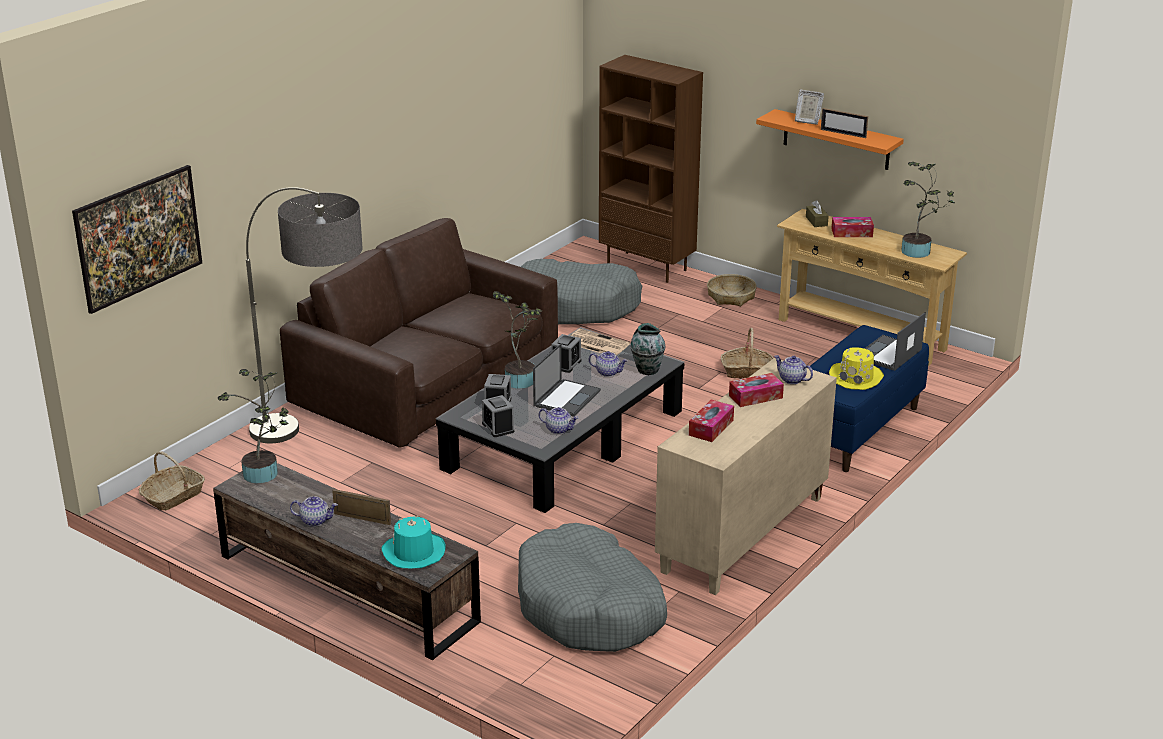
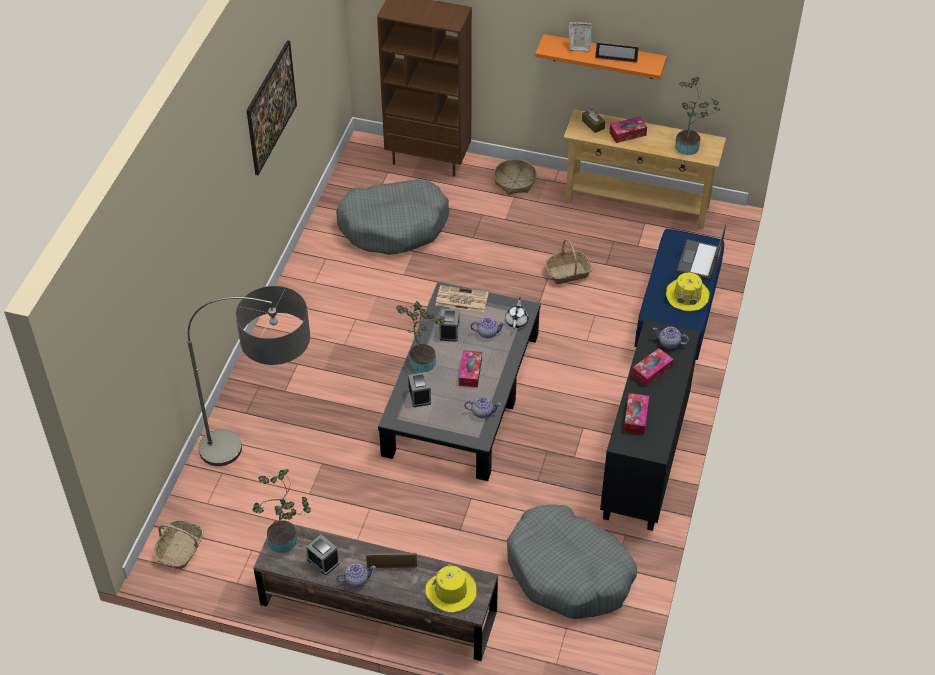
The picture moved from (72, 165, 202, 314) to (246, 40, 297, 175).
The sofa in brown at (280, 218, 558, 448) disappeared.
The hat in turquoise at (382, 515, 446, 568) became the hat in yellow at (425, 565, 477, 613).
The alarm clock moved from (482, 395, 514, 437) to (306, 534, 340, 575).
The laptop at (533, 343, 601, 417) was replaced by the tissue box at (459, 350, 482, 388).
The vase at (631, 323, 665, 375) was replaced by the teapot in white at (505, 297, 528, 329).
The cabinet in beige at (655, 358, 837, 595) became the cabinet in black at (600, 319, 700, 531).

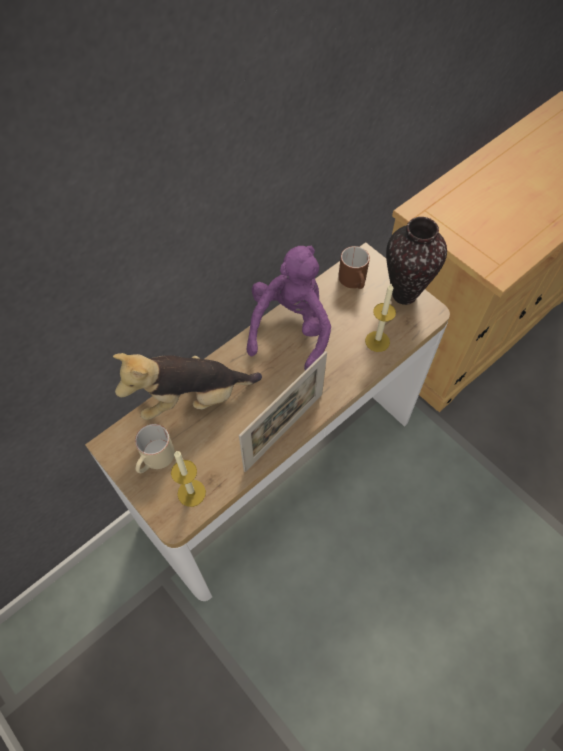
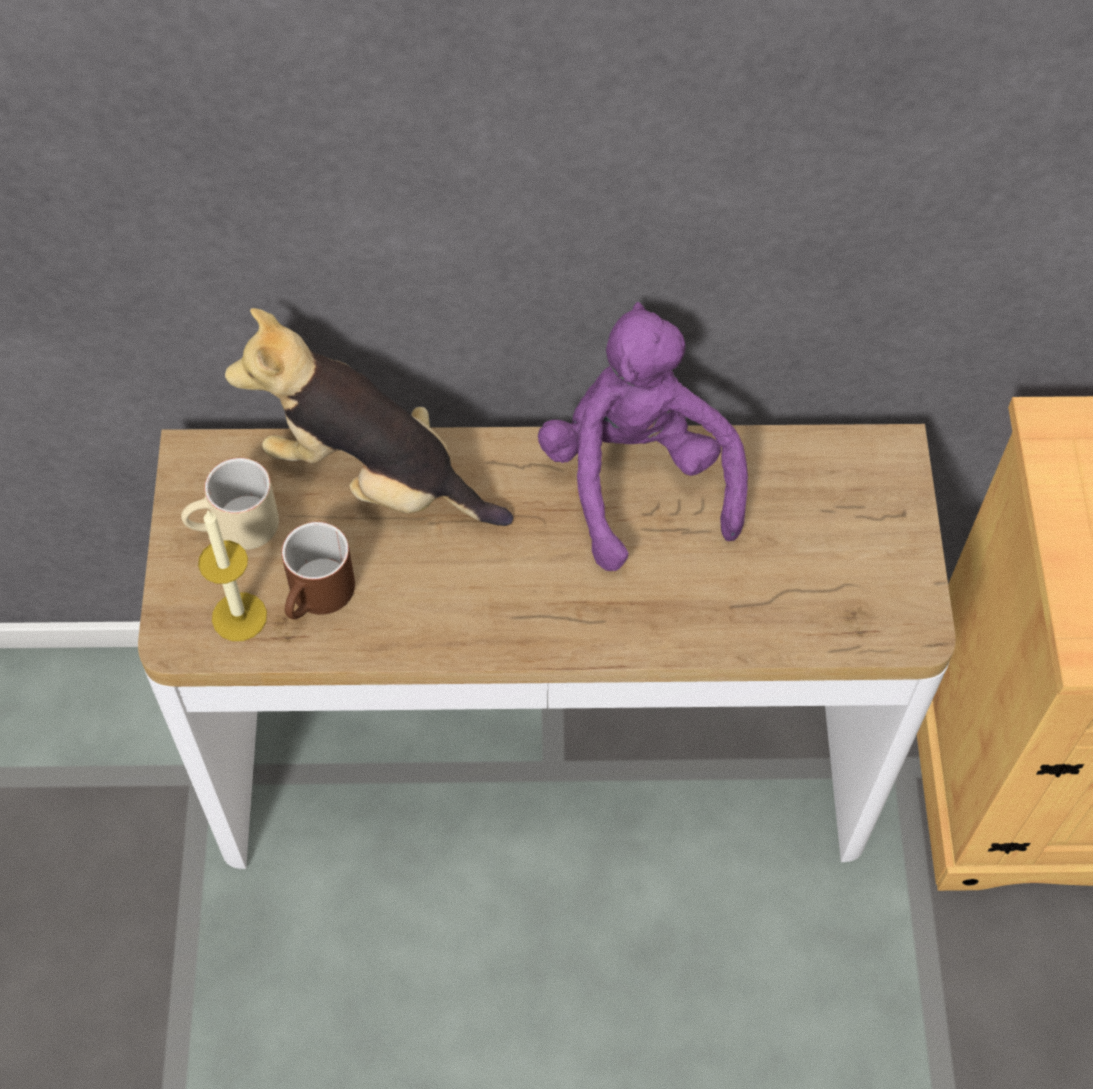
The picture frame at (239, 351, 327, 472) disappeared.
The plush toy in purple at (247, 246, 331, 370) turned 75 degrees counterclockwise.
The mug in brown moved from (338, 246, 370, 289) to (282, 522, 355, 619).
The candle at (365, 283, 396, 352) disappeared.
The vase at (386, 217, 447, 305) disappeared.

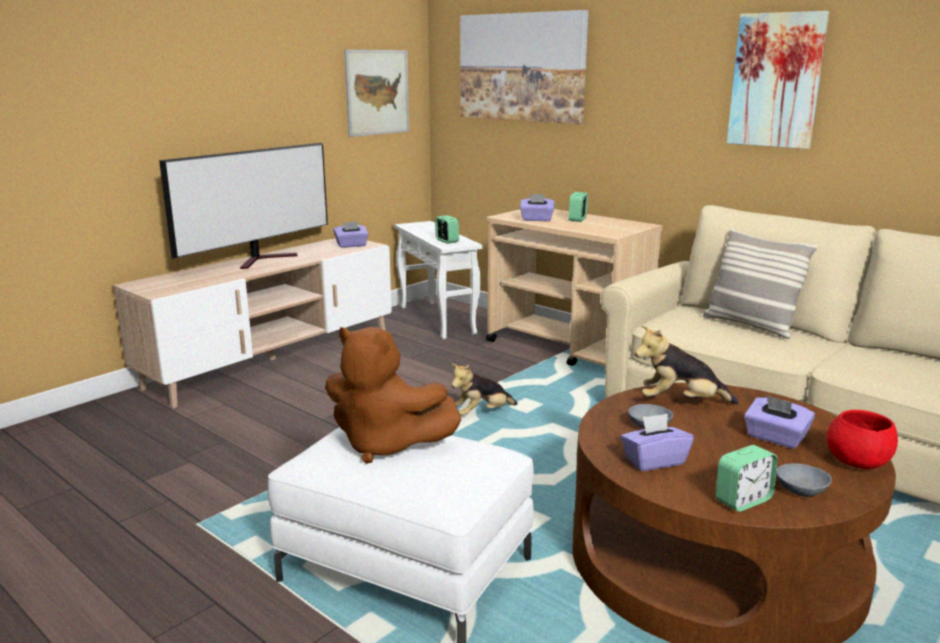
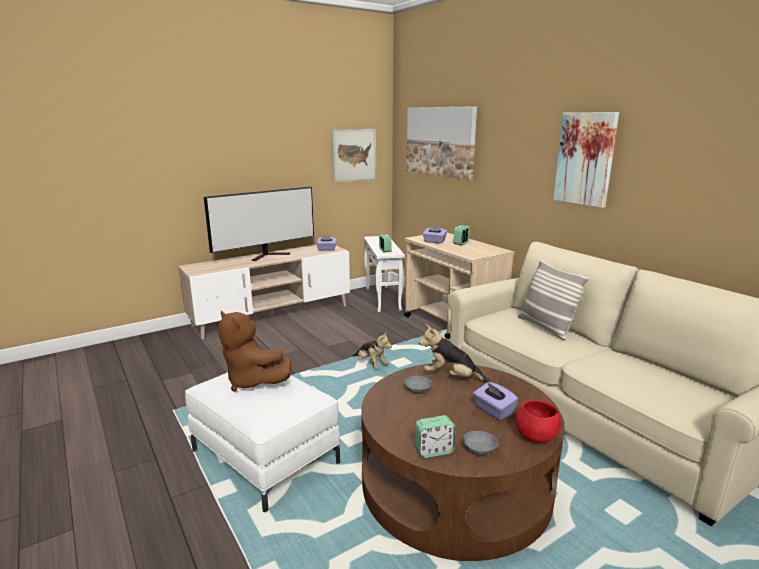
The plush toy at (451, 363, 518, 416) turned 120 degrees counterclockwise.
The tissue box in purple at (621, 414, 694, 471) disappeared.

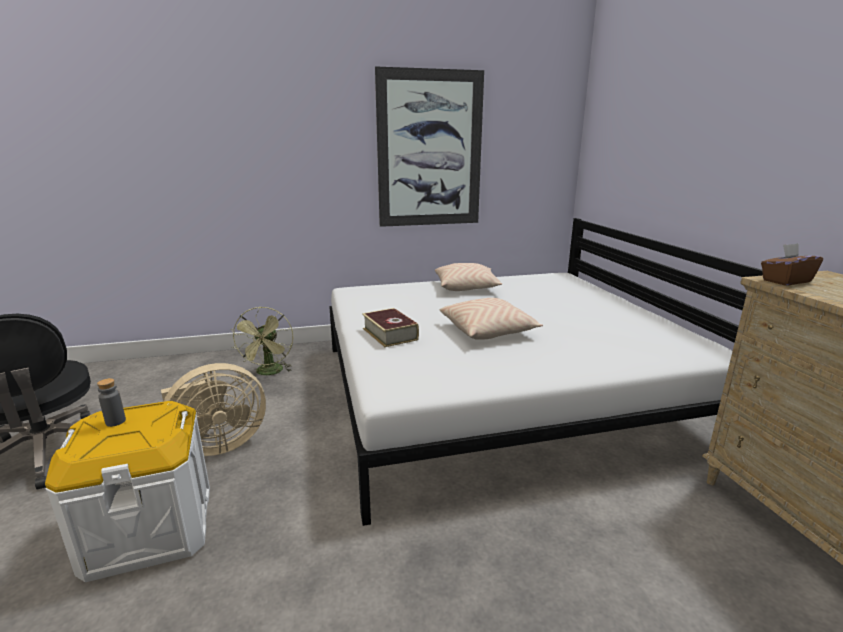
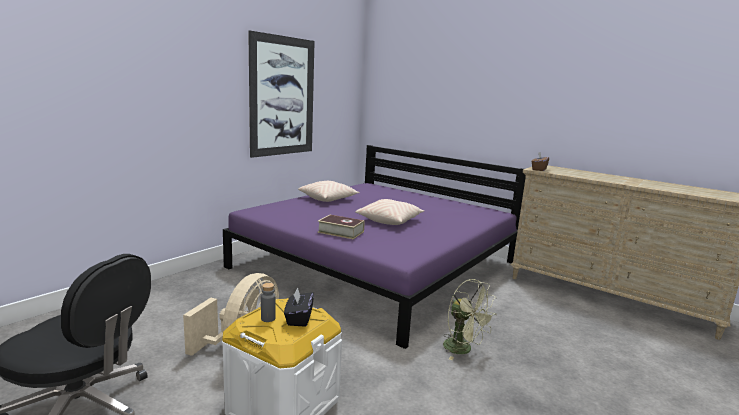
The fan in green moved from (231, 306, 293, 375) to (443, 279, 496, 360).
The bed in white at (329, 218, 763, 526) became the bed in purple at (223, 145, 526, 349).
The tissue box in black at (284, 288, 314, 327) appeared.

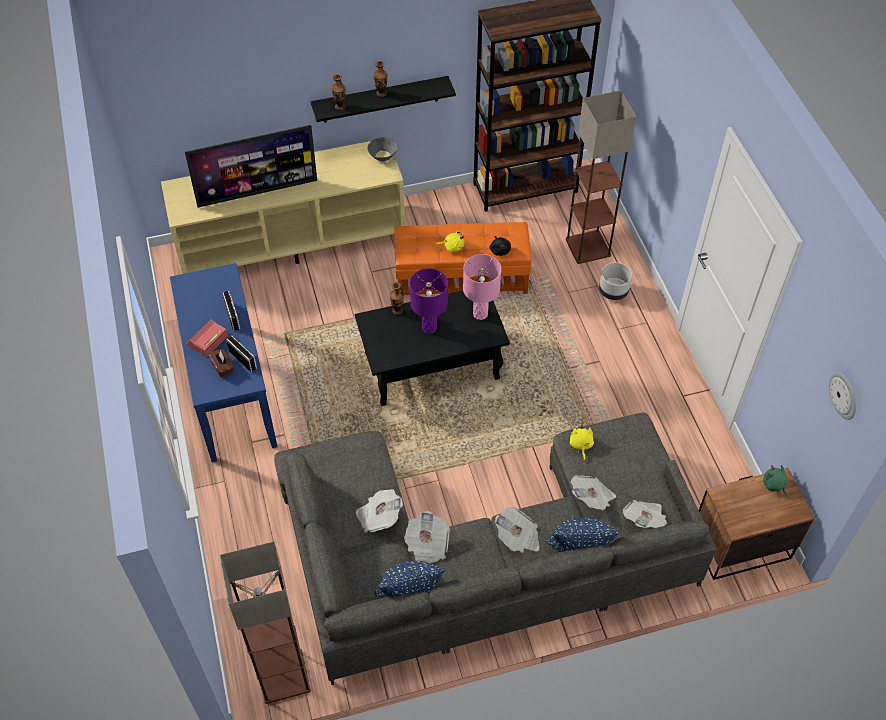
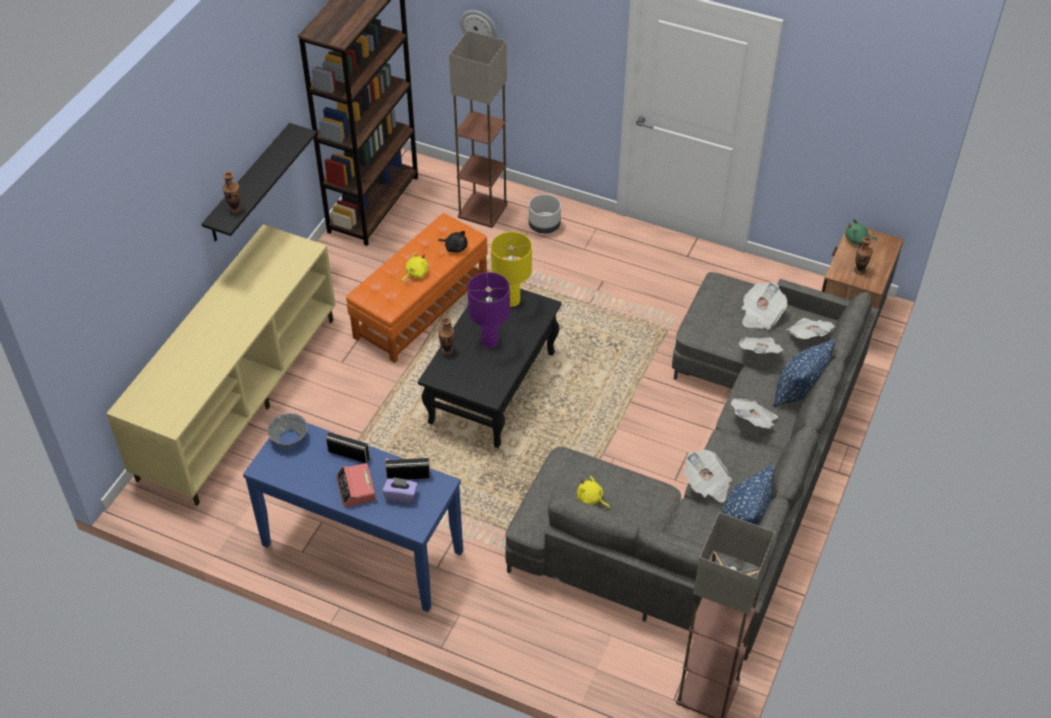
The television at (185, 125, 317, 208) disappeared.
The tissue box in brown at (208, 349, 234, 377) became the tissue box in purple at (382, 477, 418, 503).
The newspaper moved from (356, 489, 403, 533) to (742, 282, 787, 330).
The bowl in grey moved from (368, 137, 398, 161) to (267, 413, 308, 447).
The vase moved from (374, 61, 387, 97) to (854, 237, 873, 275).
The table lamp in pink at (463, 254, 501, 320) became the table lamp in yellow at (491, 232, 532, 307).
The plush toy in yellow moved from (570, 425, 594, 461) to (577, 476, 610, 509).
The wall clock moved from (829, 372, 856, 420) to (460, 10, 497, 38).

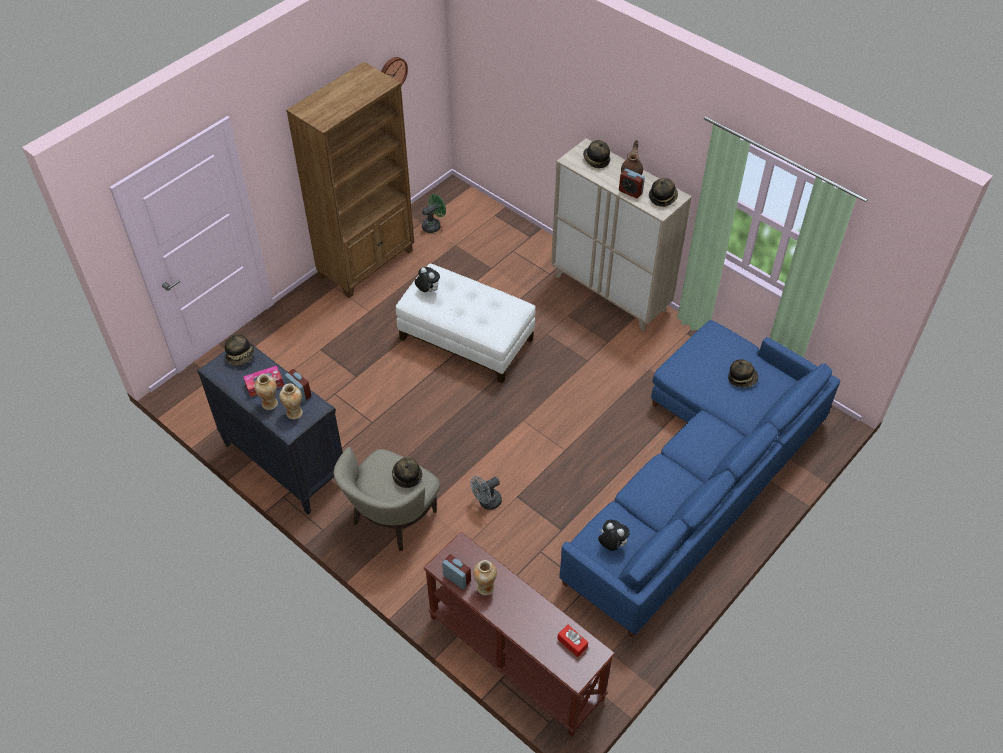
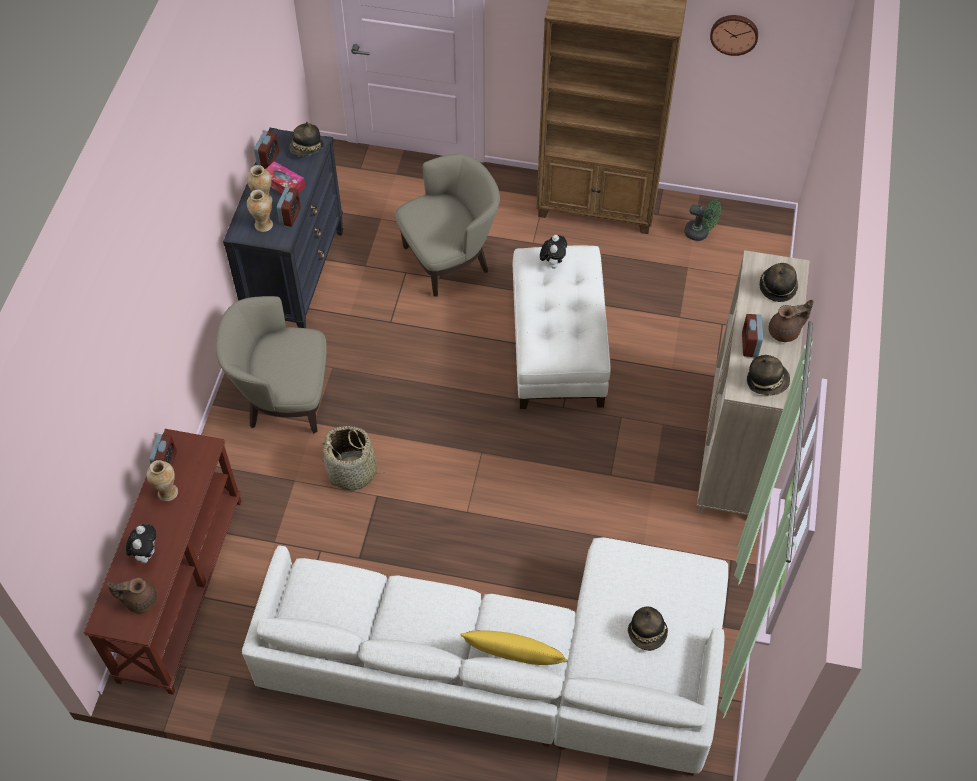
The hat at (392, 457, 422, 488) disappeared.
The fan in grey at (471, 476, 502, 510) was replaced by the basket at (321, 426, 386, 491).
The tissue box in red at (557, 624, 588, 657) was replaced by the teapot in brown at (107, 578, 158, 613).
The sofa in blue at (559, 320, 840, 638) became the sofa in white at (242, 537, 728, 776).
The plush toy moved from (598, 520, 630, 551) to (126, 524, 156, 563).
The alarm clock at (254, 131, 279, 169) appeared.
The armchair in beige at (395, 154, 500, 297) appeared.
The pillow in yellow at (460, 630, 568, 665) appeared.

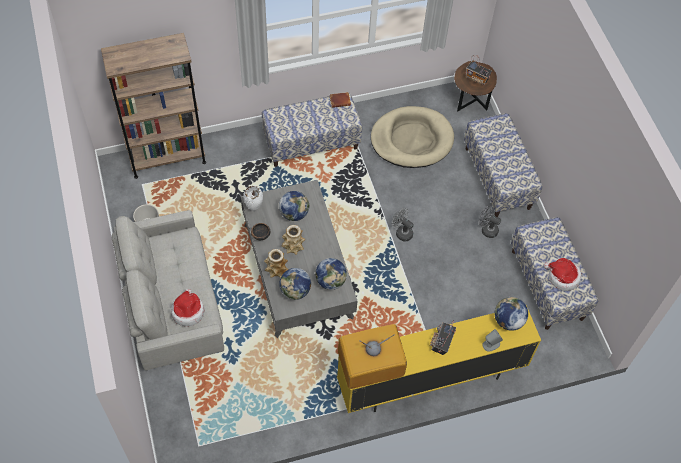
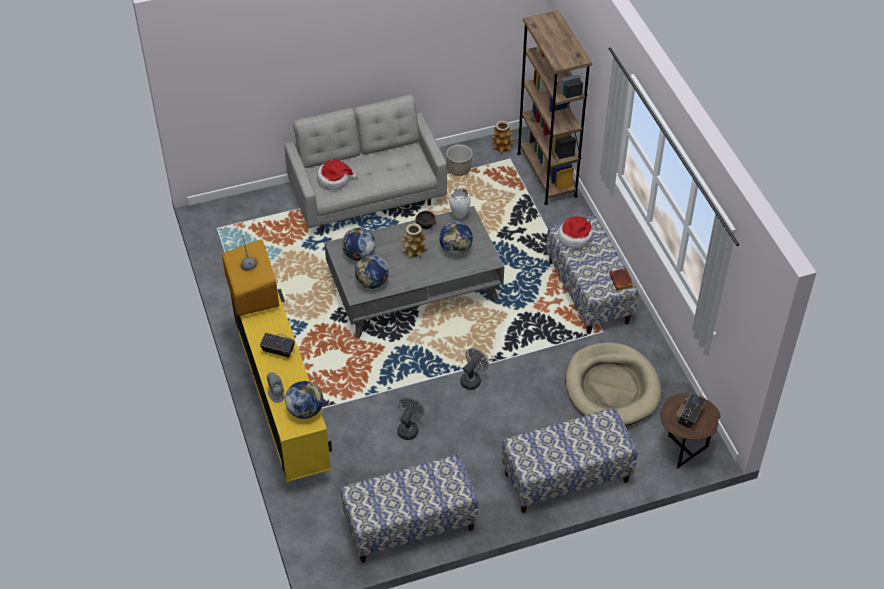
The vase moved from (264, 249, 289, 278) to (491, 121, 514, 153).
The fan in grey moved from (479, 206, 501, 238) to (397, 397, 425, 440).
The hat moved from (543, 258, 581, 291) to (558, 216, 593, 249).

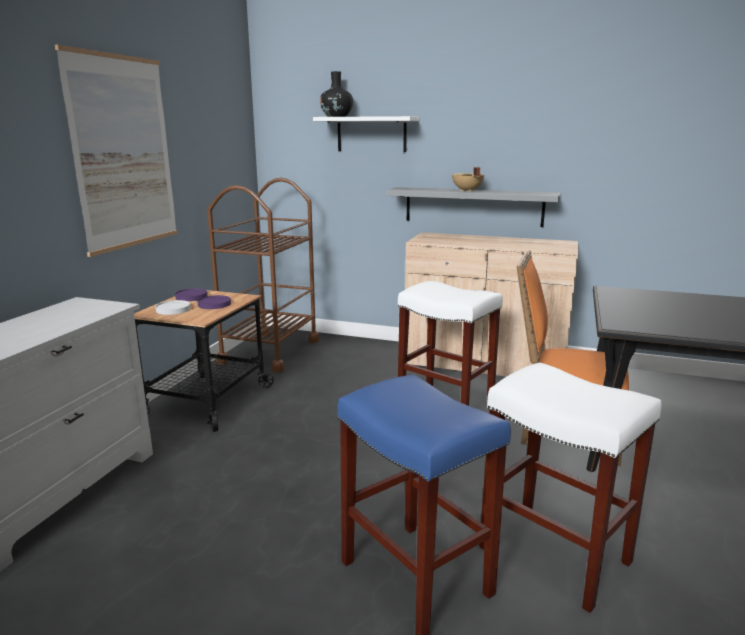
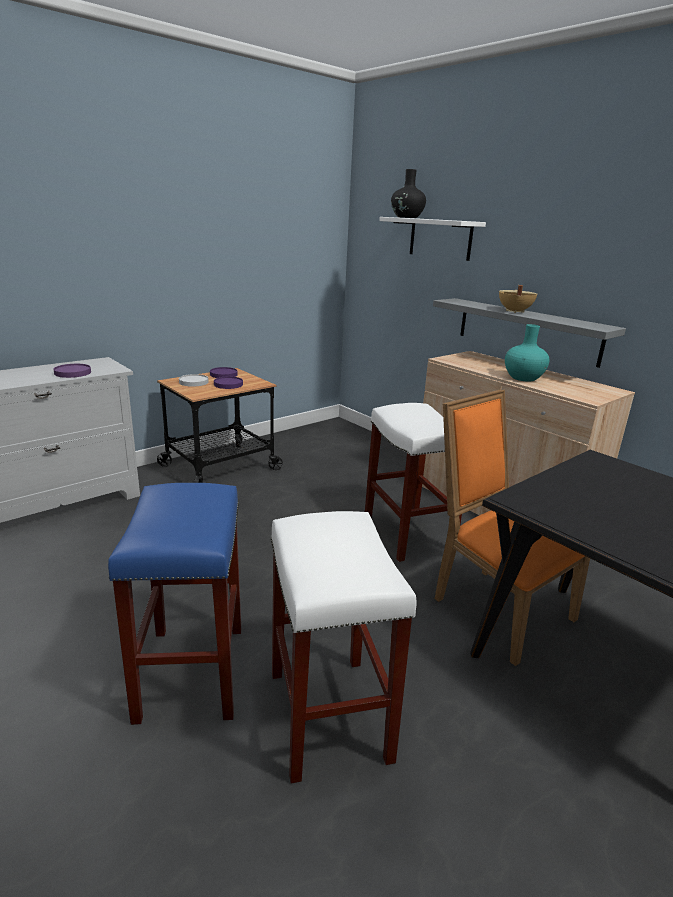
The picture at (55, 45, 178, 257) disappeared.
The cart in brown at (207, 178, 319, 373) disappeared.
The plate in purple at (53, 364, 91, 378) appeared.
The vase in turquoise at (505, 324, 549, 382) appeared.

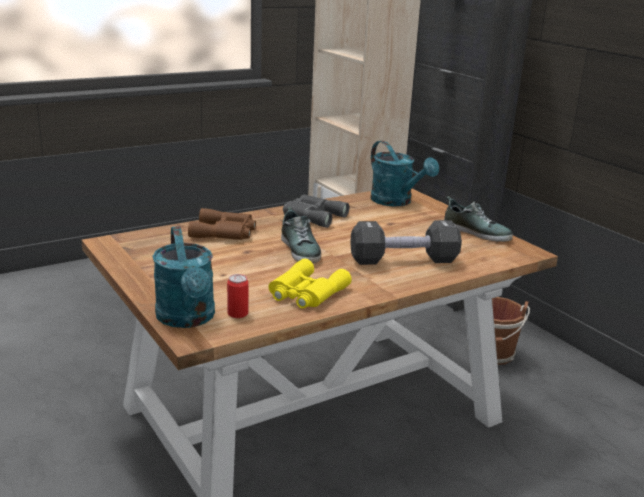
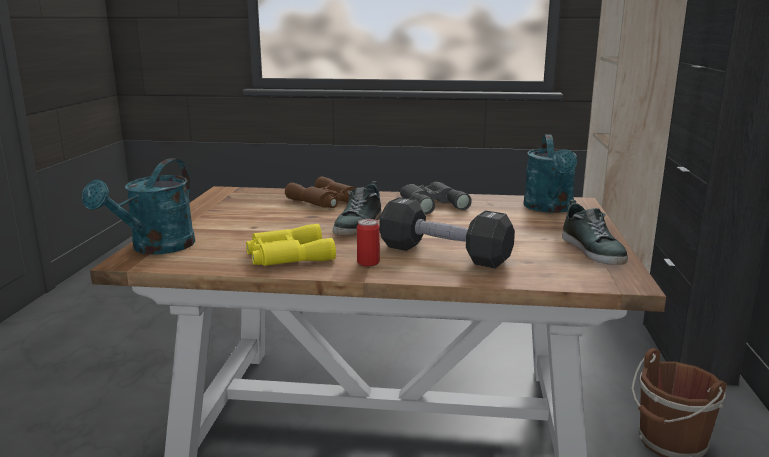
The can moved from (227, 274, 248, 318) to (357, 219, 380, 266).

